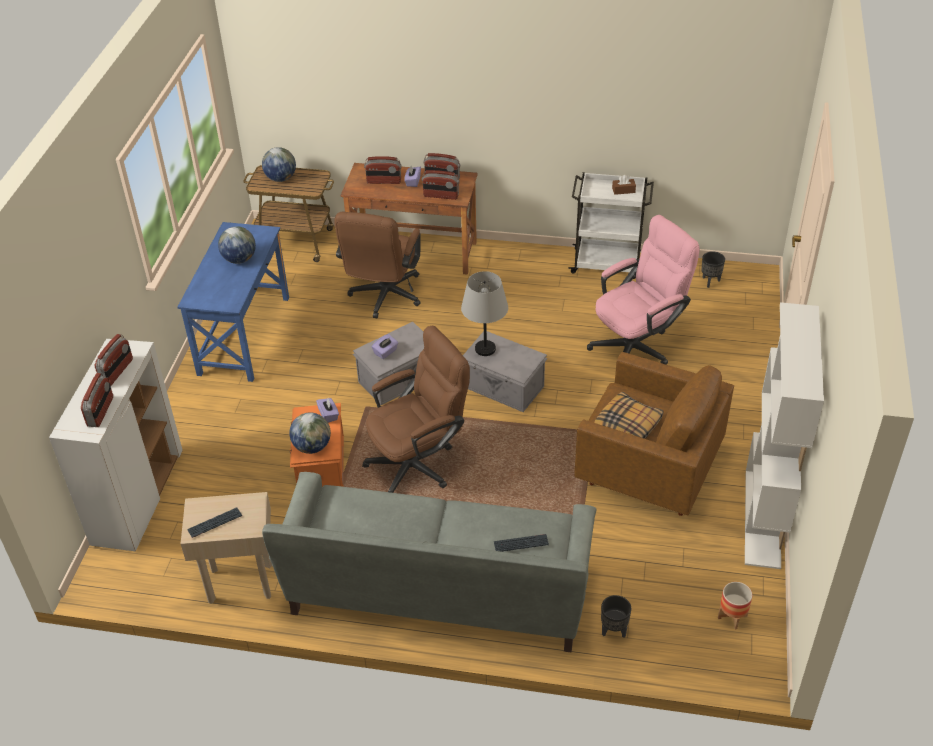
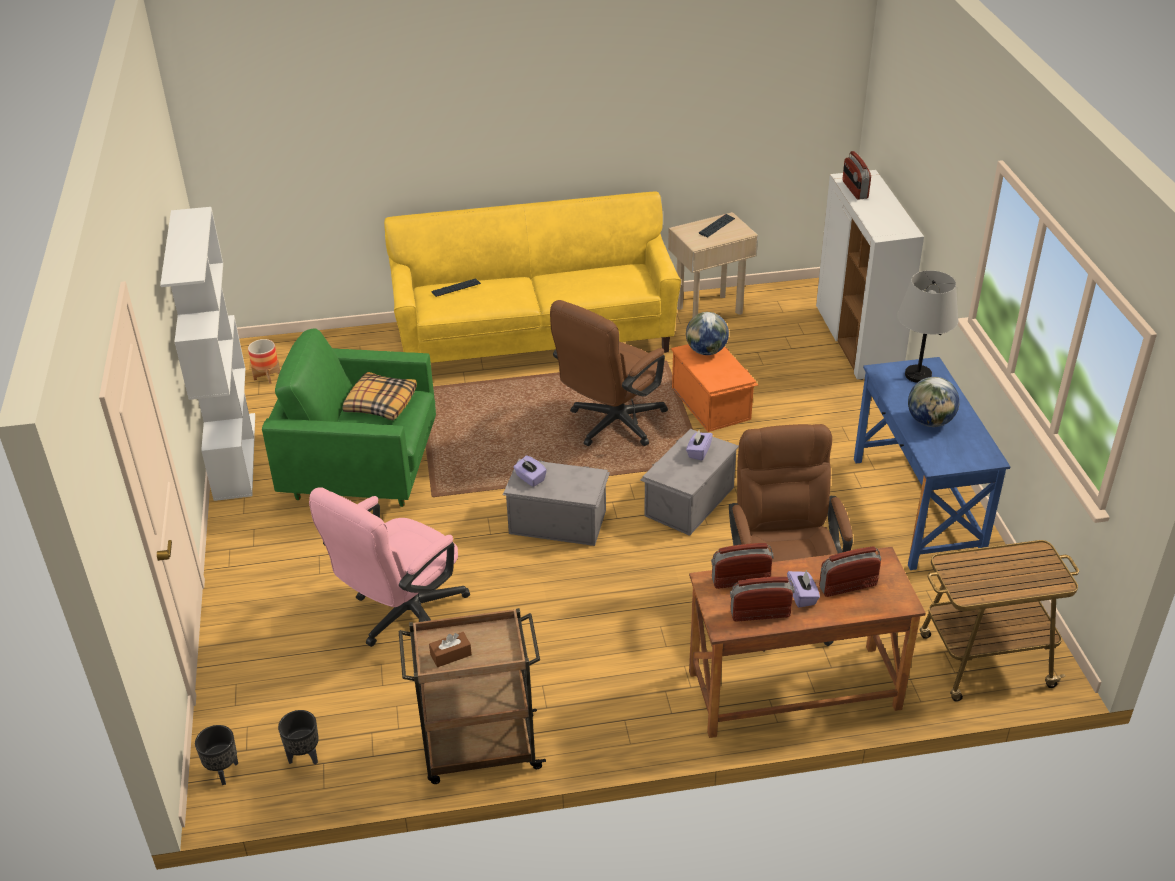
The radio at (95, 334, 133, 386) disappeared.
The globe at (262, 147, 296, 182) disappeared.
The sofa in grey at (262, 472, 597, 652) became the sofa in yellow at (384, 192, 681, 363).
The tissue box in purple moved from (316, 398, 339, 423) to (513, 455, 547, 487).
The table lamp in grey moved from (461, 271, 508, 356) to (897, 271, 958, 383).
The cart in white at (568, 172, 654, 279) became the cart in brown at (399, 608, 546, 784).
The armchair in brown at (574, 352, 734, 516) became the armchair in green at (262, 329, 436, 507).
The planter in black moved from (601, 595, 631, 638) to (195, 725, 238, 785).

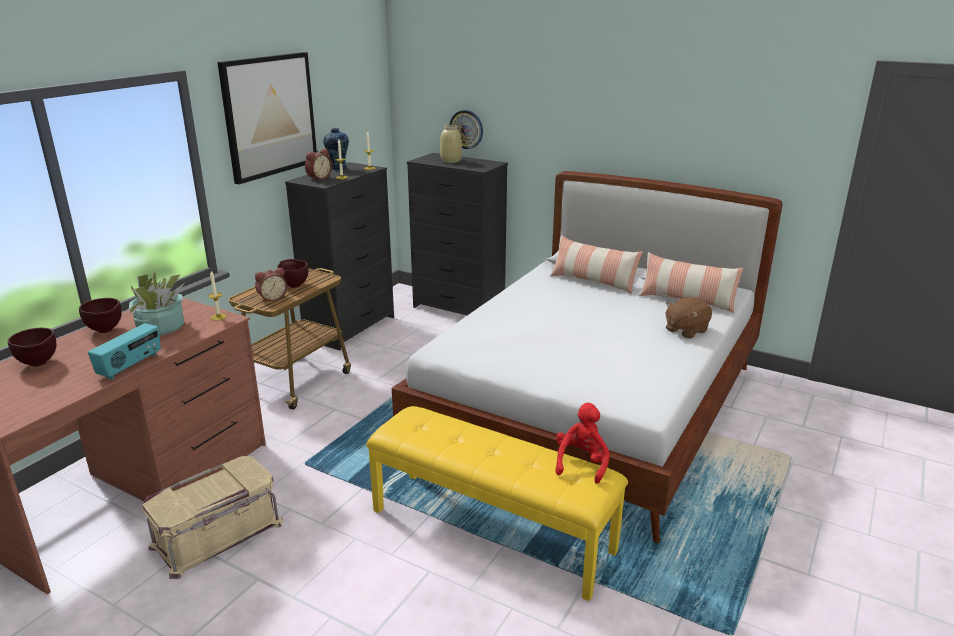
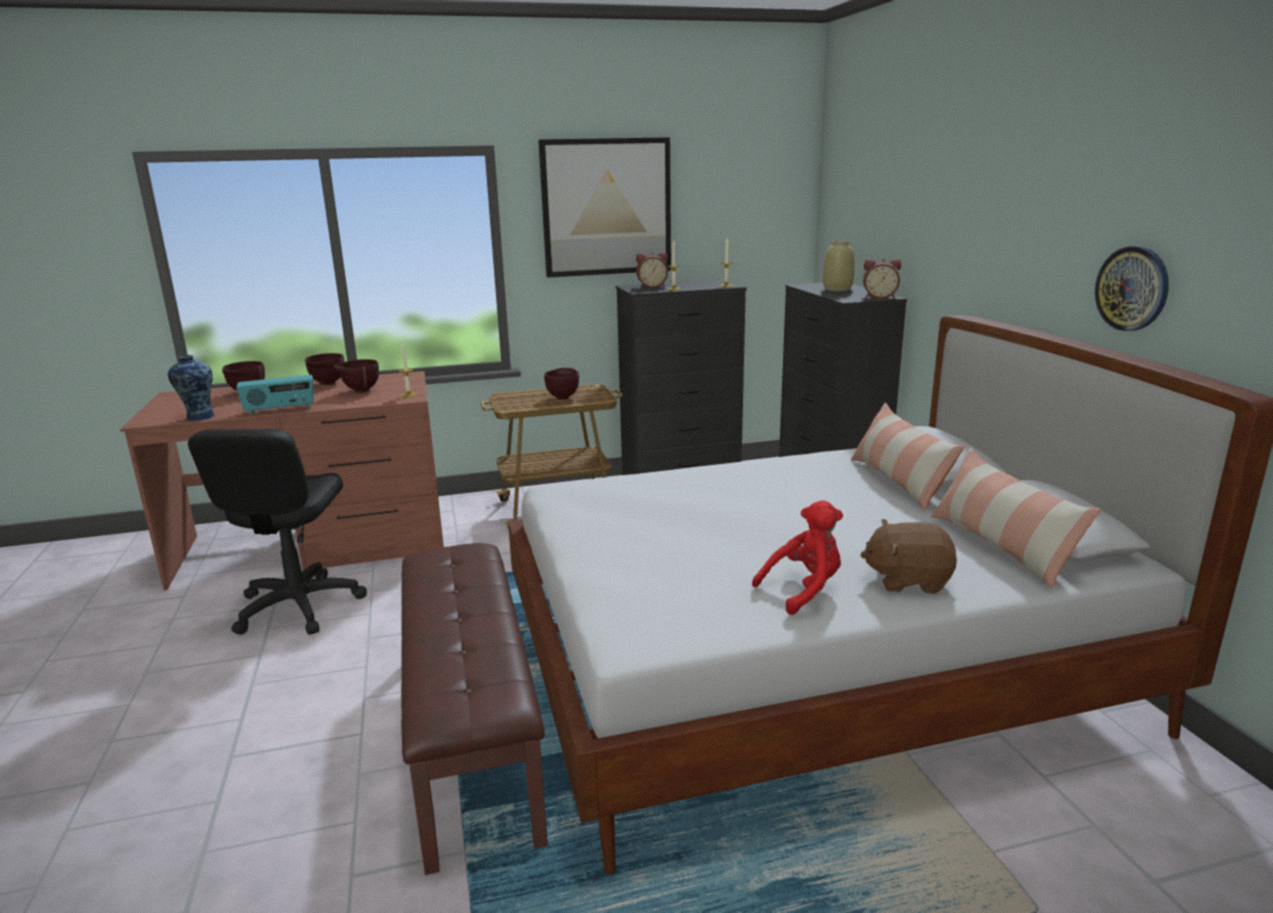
The potted plant at (128, 272, 185, 336) was replaced by the bowl in brown at (334, 359, 379, 393).
The storage box in beige at (142, 456, 284, 579) was replaced by the office chair in black at (188, 429, 367, 635).
The alarm clock moved from (255, 267, 287, 302) to (863, 259, 901, 299).
The vase moved from (323, 128, 349, 170) to (168, 355, 215, 421).
The bench in yellow at (366, 406, 628, 601) became the bench in brown at (401, 543, 548, 875).
The wall clock moved from (449, 110, 483, 149) to (1095, 246, 1169, 331).
The plush toy in red moved from (555, 403, 610, 484) to (752, 500, 843, 615).

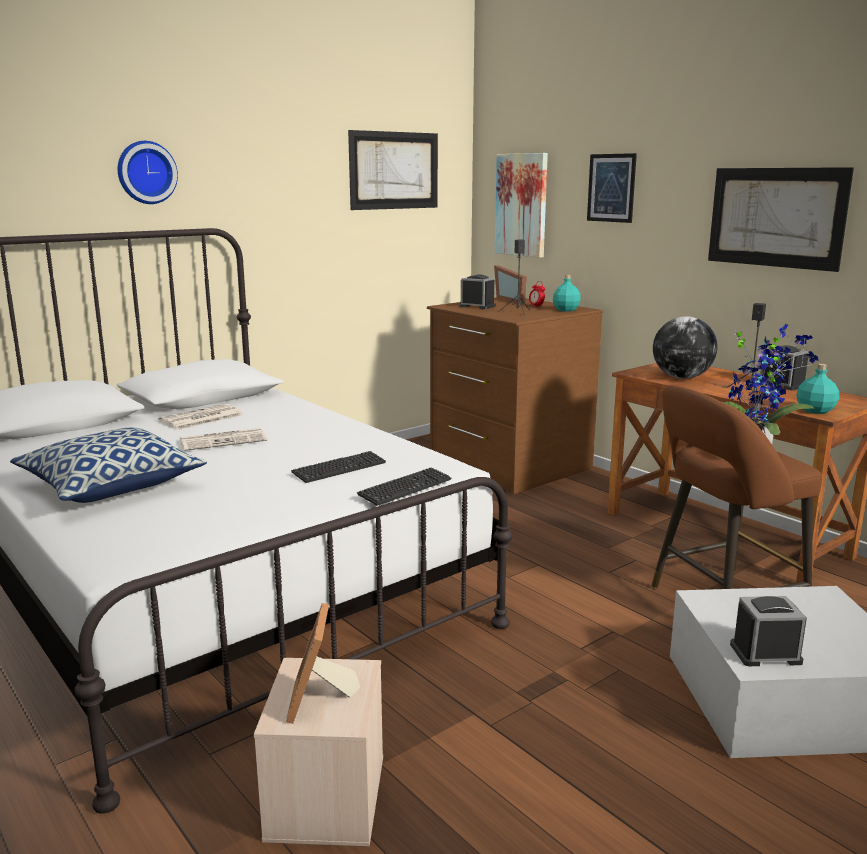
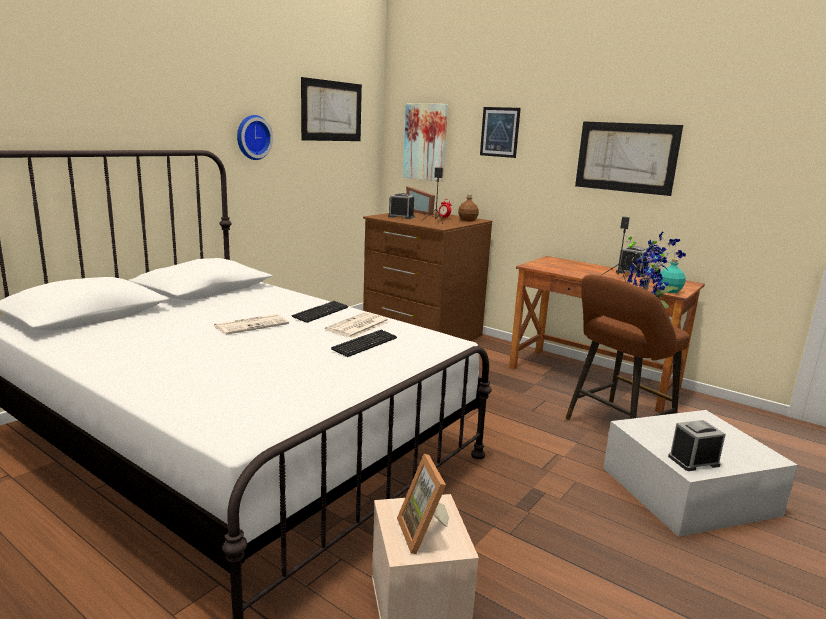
The pillow at (10, 428, 207, 503) disappeared.
The wall clock moved from (118, 141, 178, 204) to (237, 115, 273, 160).
The newspaper moved from (159, 404, 243, 430) to (325, 312, 390, 338).
The keyboard moved from (357, 467, 451, 506) to (292, 301, 348, 323).
The bottle in turquoise at (553, 275, 581, 311) became the bottle in brown at (458, 194, 479, 221).
The globe at (653, 316, 717, 379) disappeared.

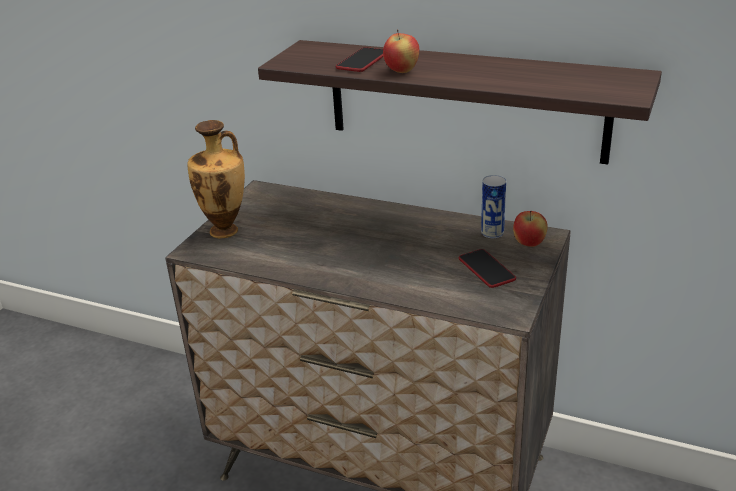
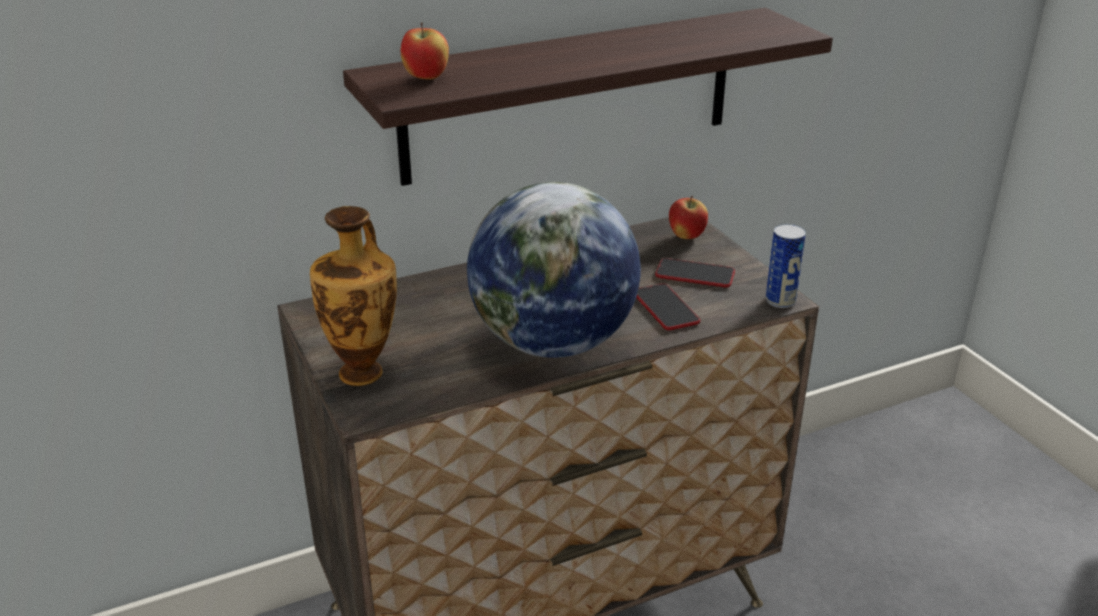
The phone moved from (336, 47, 383, 72) to (636, 283, 700, 330).
The apple moved from (383, 29, 419, 73) to (401, 23, 449, 80).
The can moved from (481, 175, 506, 238) to (766, 224, 806, 308).
The globe at (467, 182, 641, 358) appeared.

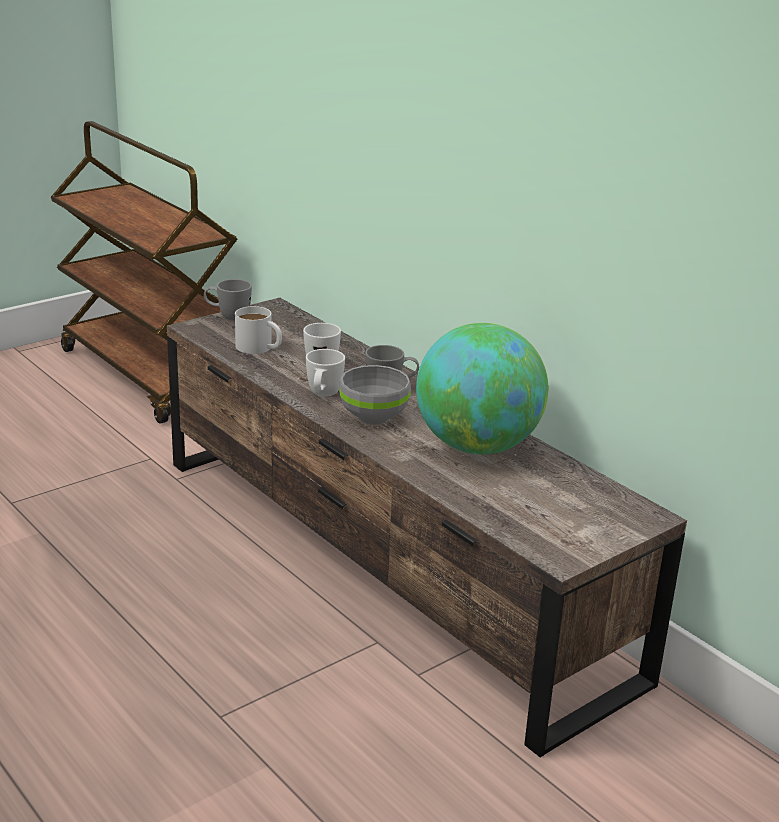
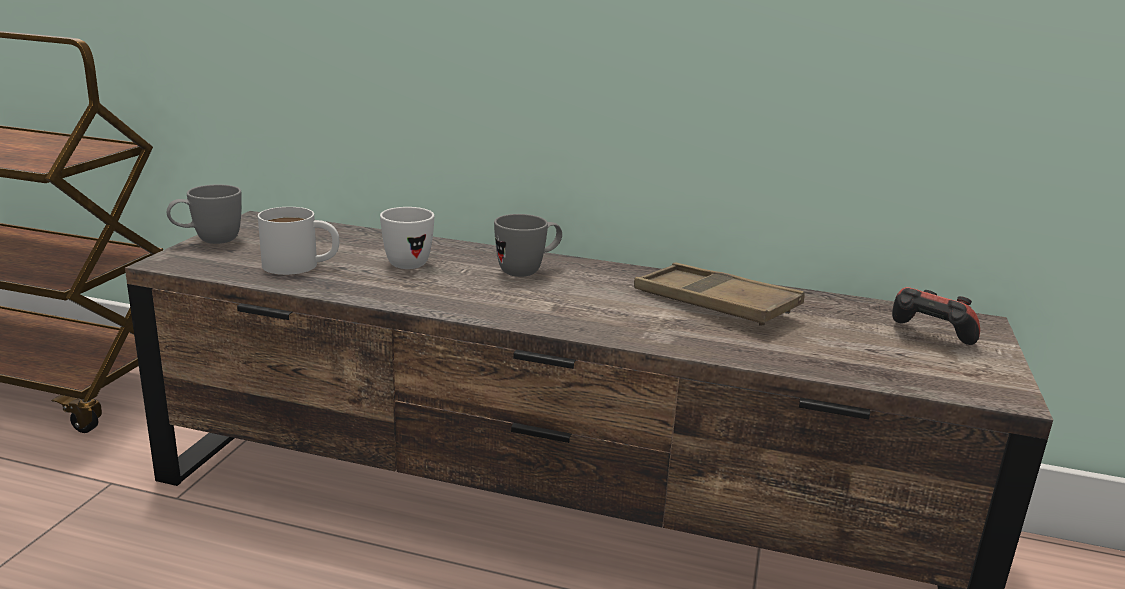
The mug in white at (306, 349, 345, 397) disappeared.
The bowl in grey at (339, 365, 411, 424) disappeared.
The globe at (416, 323, 548, 455) was replaced by the tray in brown at (634, 263, 805, 326).
The game controller at (892, 287, 980, 345) appeared.

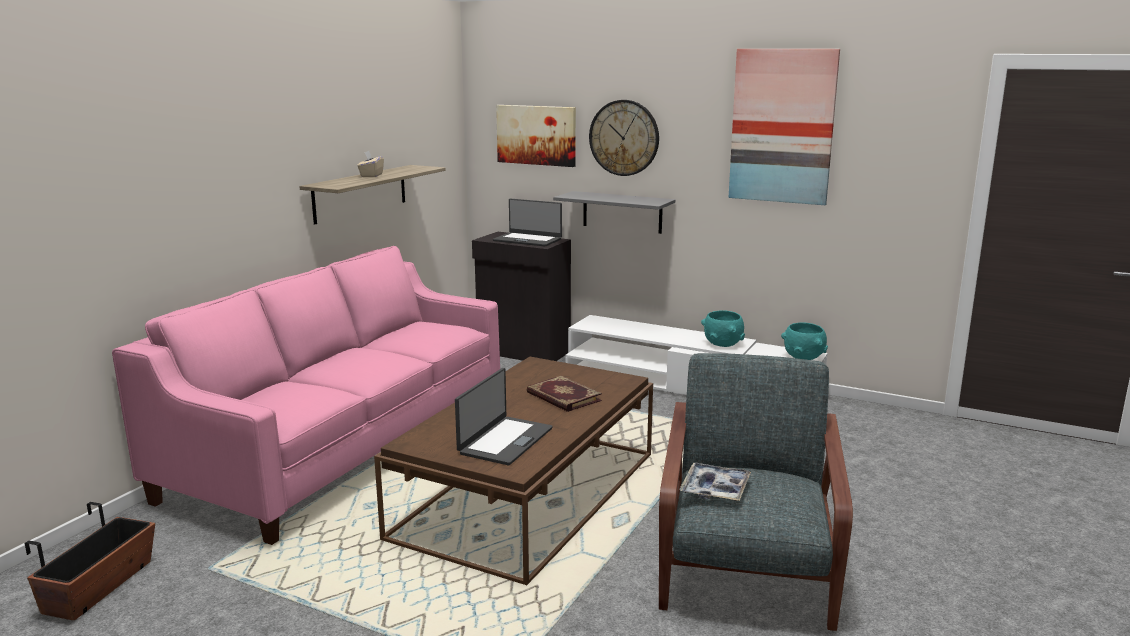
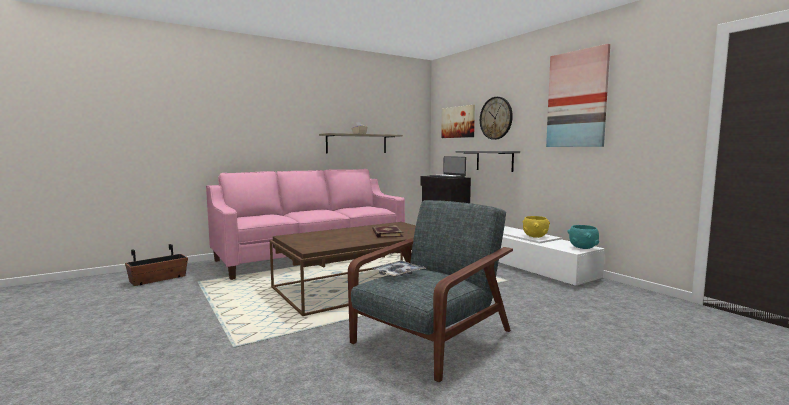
The laptop at (455, 368, 553, 465) disappeared.
The bowl in turquoise at (701, 310, 745, 347) became the bowl in yellow at (523, 216, 550, 238).

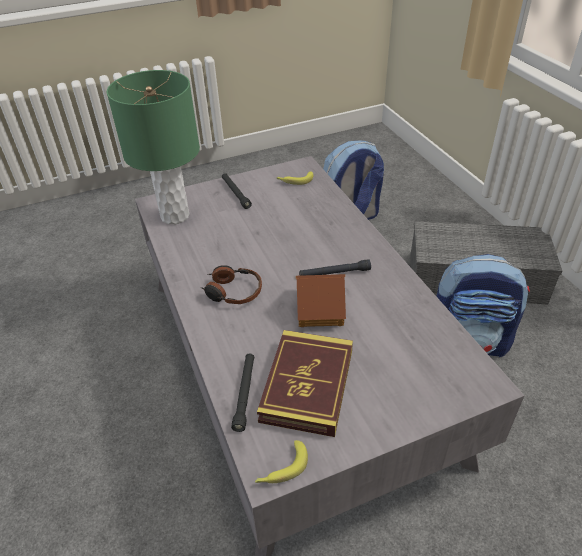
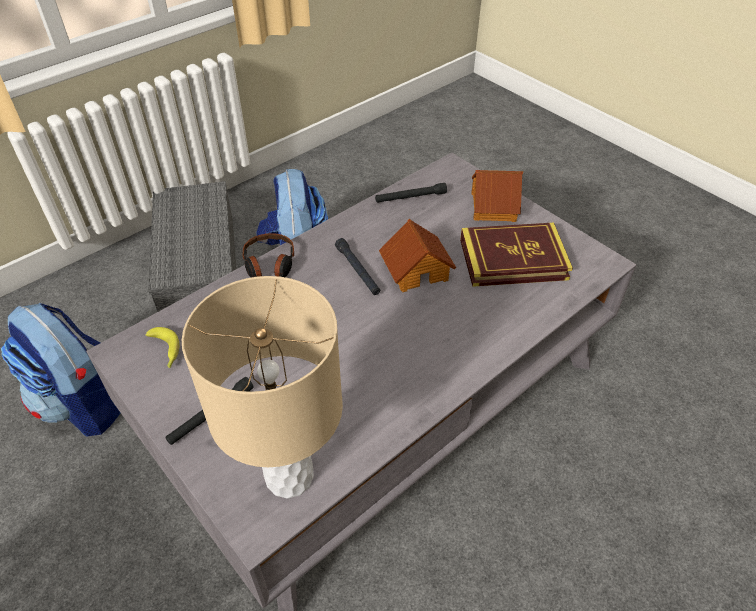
The table lamp in green at (107, 70, 200, 224) became the table lamp in beige at (182, 276, 343, 499).
The headphones moved from (201, 265, 262, 304) to (243, 233, 294, 277).
The flashlight in black moved from (231, 353, 254, 432) to (375, 183, 447, 203).
The banana at (255, 440, 308, 483) disappeared.
The toy house at (471, 170, 523, 222) appeared.

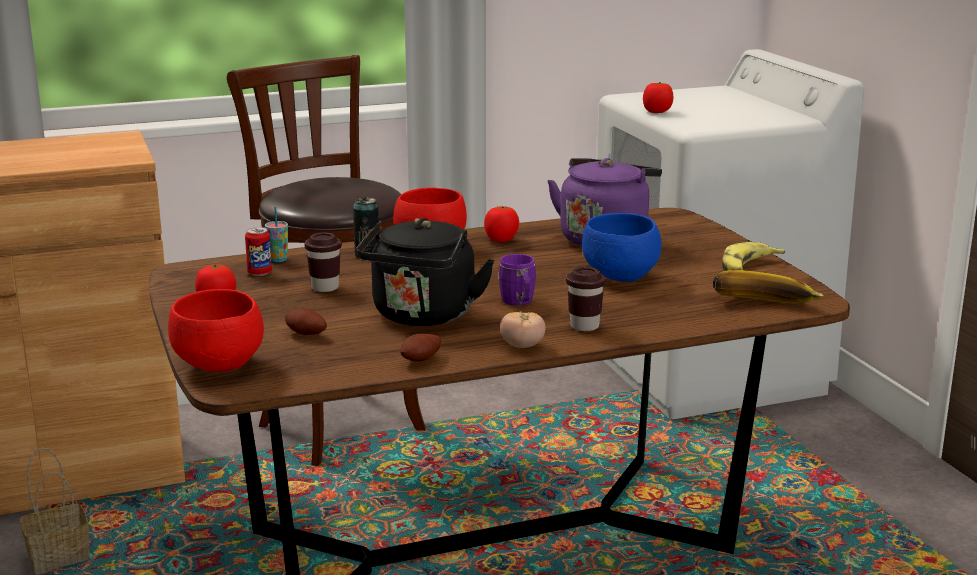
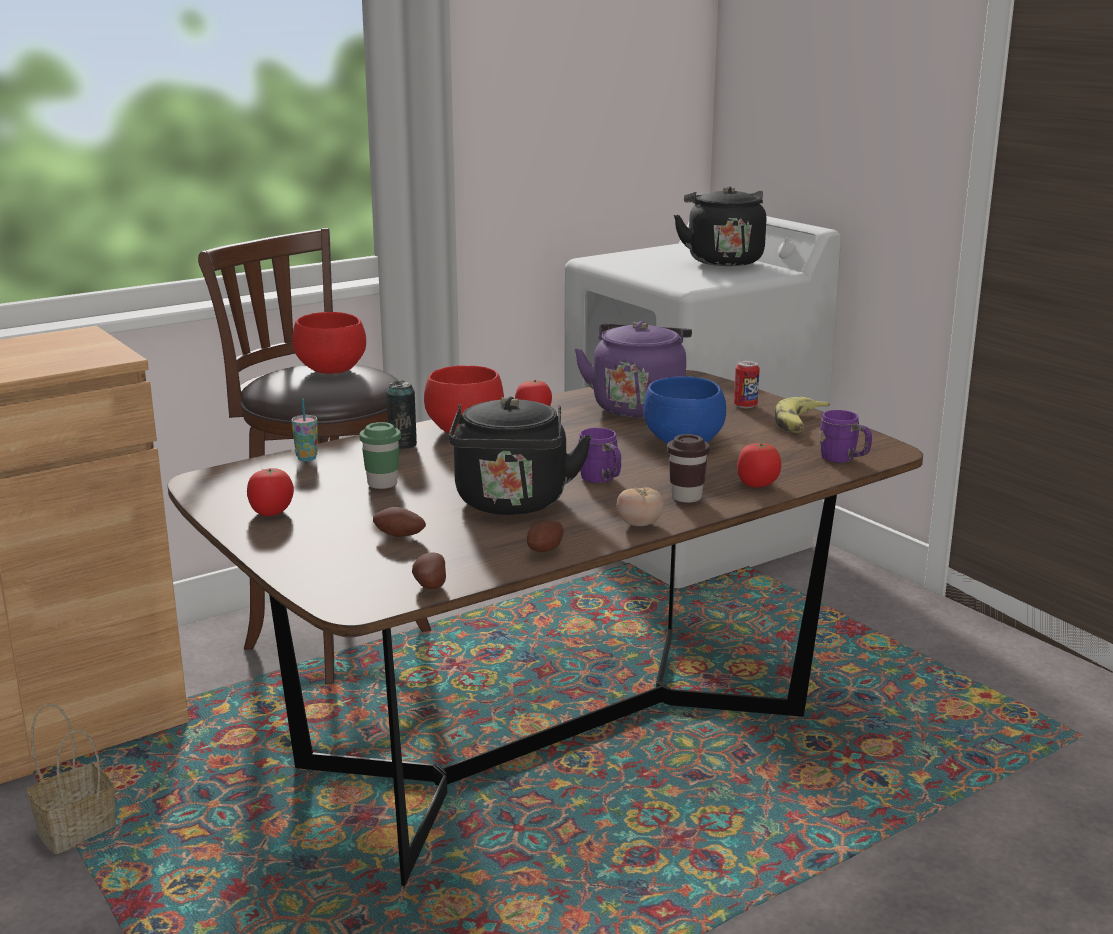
The bowl in red moved from (168, 289, 264, 372) to (292, 312, 366, 374).
The can moved from (245, 227, 272, 276) to (734, 361, 760, 408).
The cup in brown at (304, 232, 342, 292) became the cup in green at (359, 422, 401, 489).
The tomato moved from (643, 82, 674, 113) to (737, 442, 781, 487).
The banana at (713, 270, 824, 304) was replaced by the mug in purple at (819, 410, 872, 463).
The potato at (412, 553, 446, 589) appeared.
The kettle in black at (674, 186, 766, 266) appeared.

